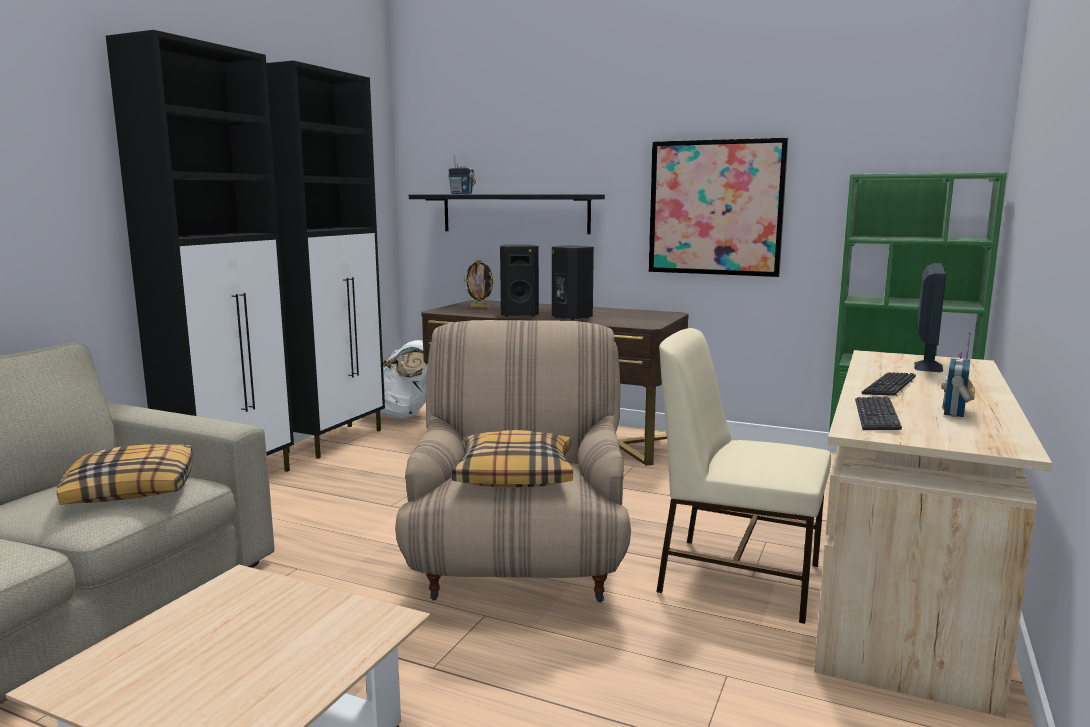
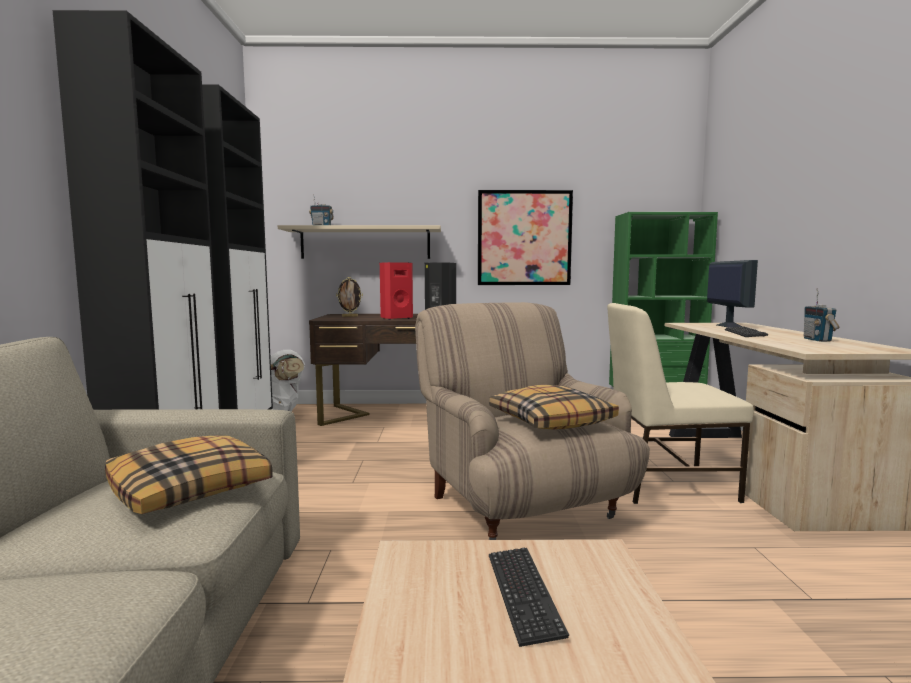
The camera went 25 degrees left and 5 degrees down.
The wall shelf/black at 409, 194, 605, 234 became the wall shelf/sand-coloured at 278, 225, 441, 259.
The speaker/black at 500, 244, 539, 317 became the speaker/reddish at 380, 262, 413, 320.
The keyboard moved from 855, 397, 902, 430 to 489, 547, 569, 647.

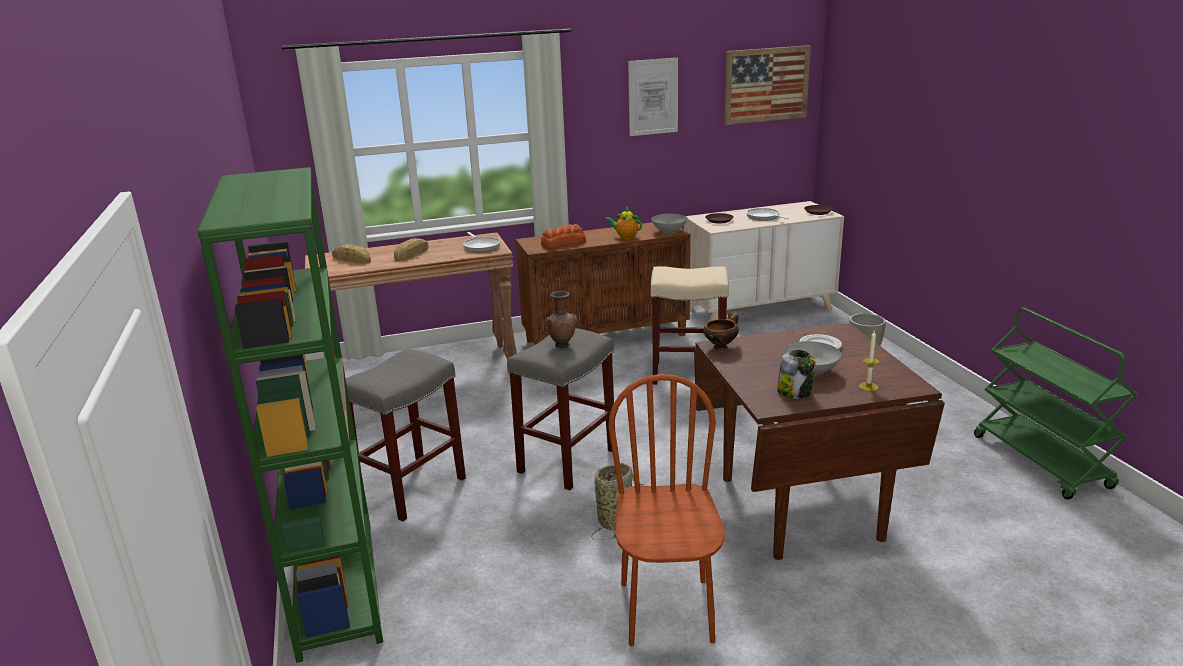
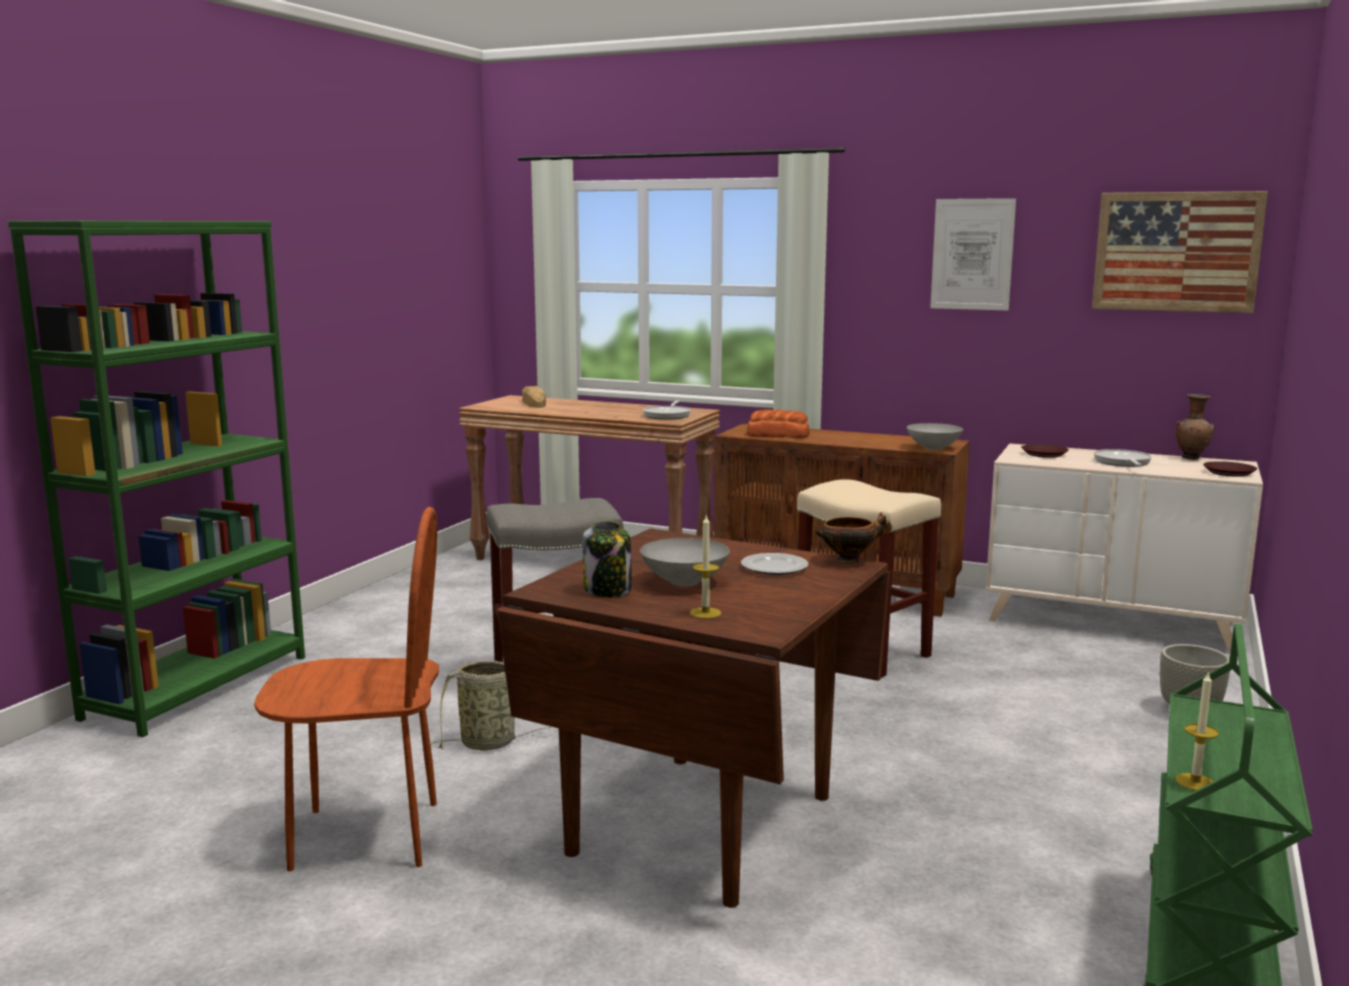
The camera went 40 degrees right and 10 degrees down.
The chair/brown at 608, 374, 725, 647 turned 45 degrees clockwise.
The serving bowl moved from 703, 313, 739, 351 to 816, 512, 893, 564.
The decorative vase/brown moved from 546, 291, 577, 348 to 1176, 394, 1214, 460.
The wax light at 1176, 671, 1219, 791 appeared.
The stool/gray at 346, 349, 466, 521 disappeared.
The bakery bread at 394, 238, 429, 261 disappeared.
The tea pot at 605, 207, 642, 239 disappeared.

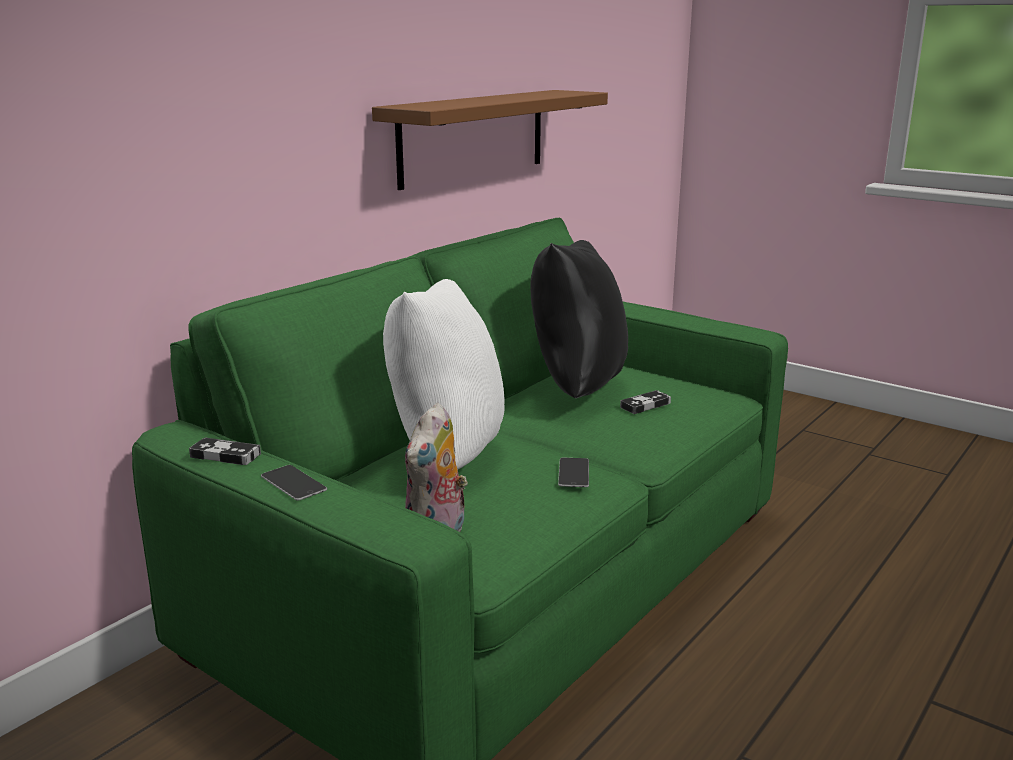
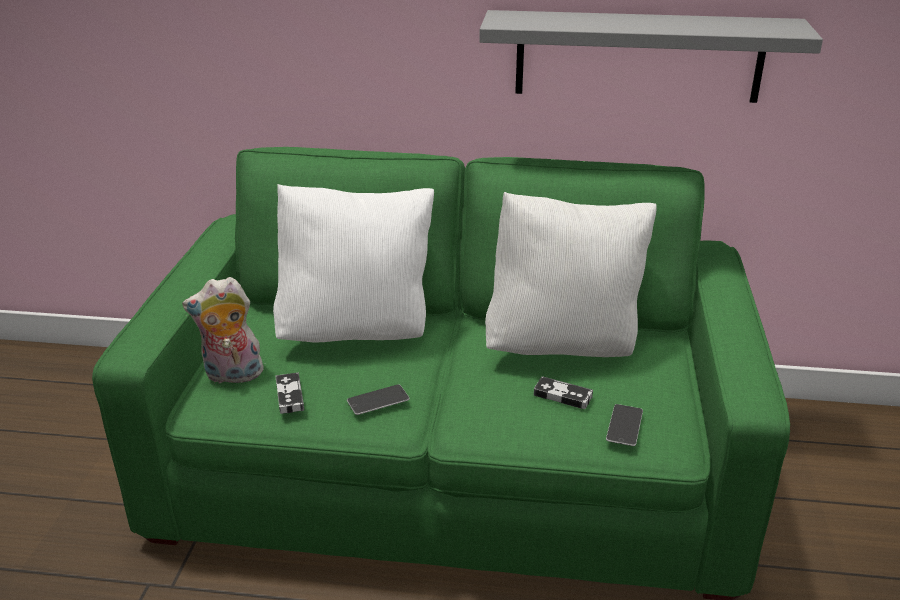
The camera went 60 degrees right and 10 degrees up.
The gamepad moved from 189, 438, 261, 465 to 276, 373, 304, 414.
The wall shelf/brown at 372, 90, 608, 190 became the wall shelf/gray at 479, 10, 823, 103.
The pillow/black at 530, 240, 628, 398 became the pillow/white at 485, 192, 657, 357.
The phone moved from 261, 465, 327, 501 to 606, 404, 643, 446.

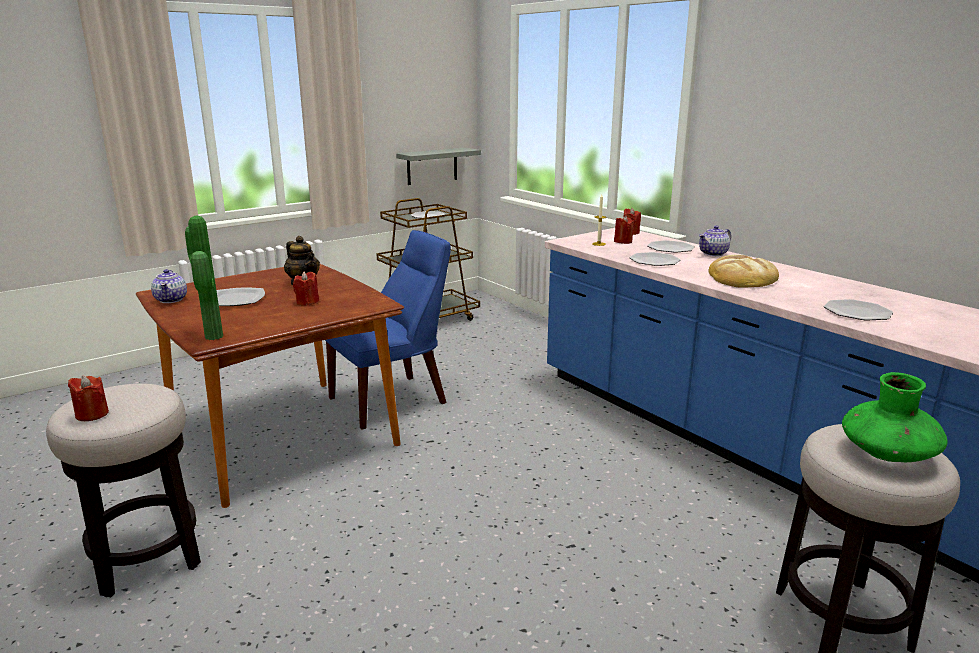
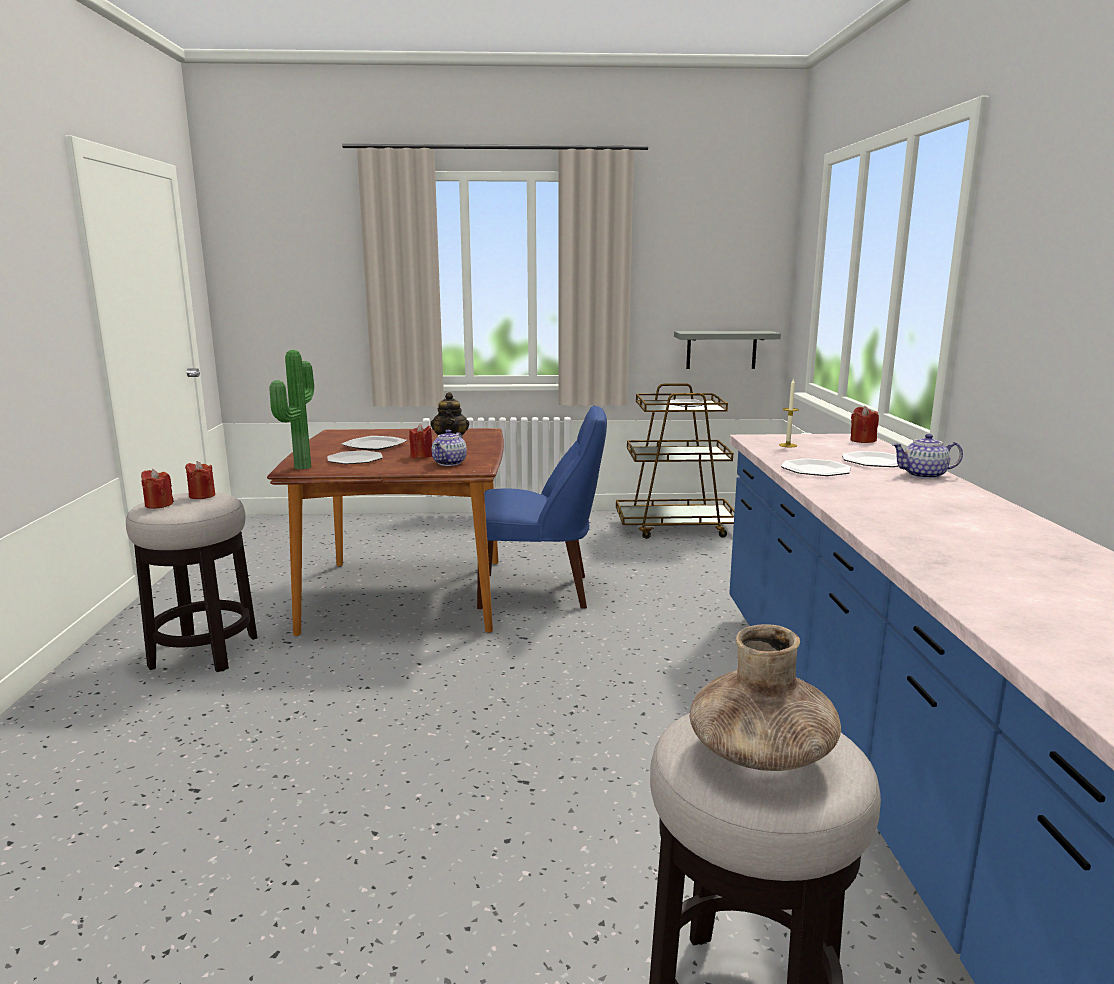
The camera went 35 degrees right and 5 degrees down.
The wax light/reddish moved from 614, 215, 635, 244 to 185, 461, 216, 499.
The plate moved from 824, 299, 893, 321 to 327, 450, 383, 464.
The tea pot moved from 151, 269, 187, 303 to 431, 429, 467, 466.
The decorative vase/green-coloured at 842, 372, 948, 462 became the decorative vase/brown at 690, 625, 841, 771.
The bakery bread at 708, 254, 779, 288 disappeared.

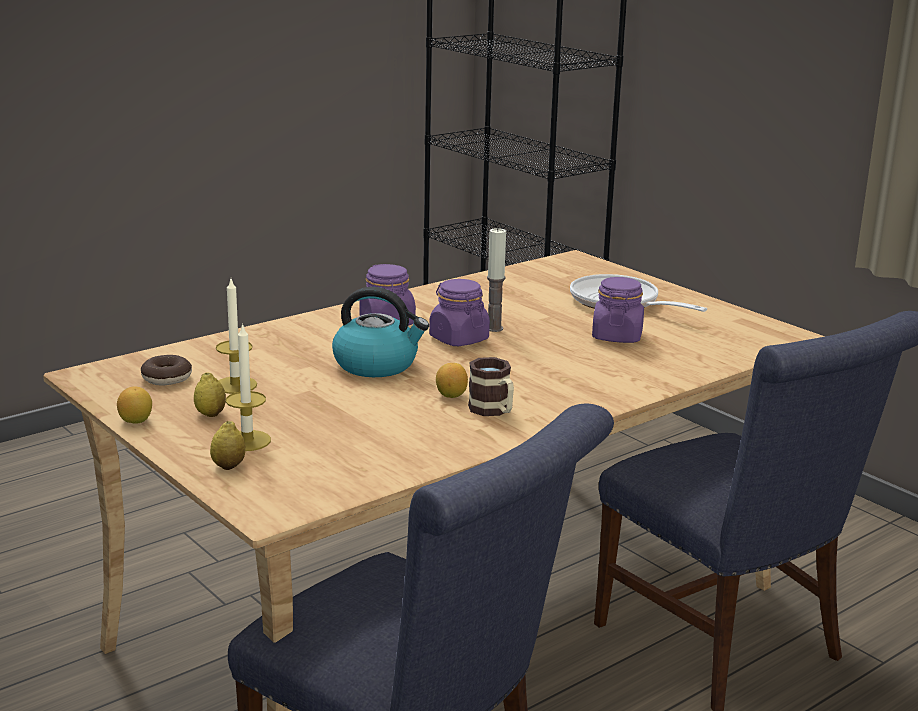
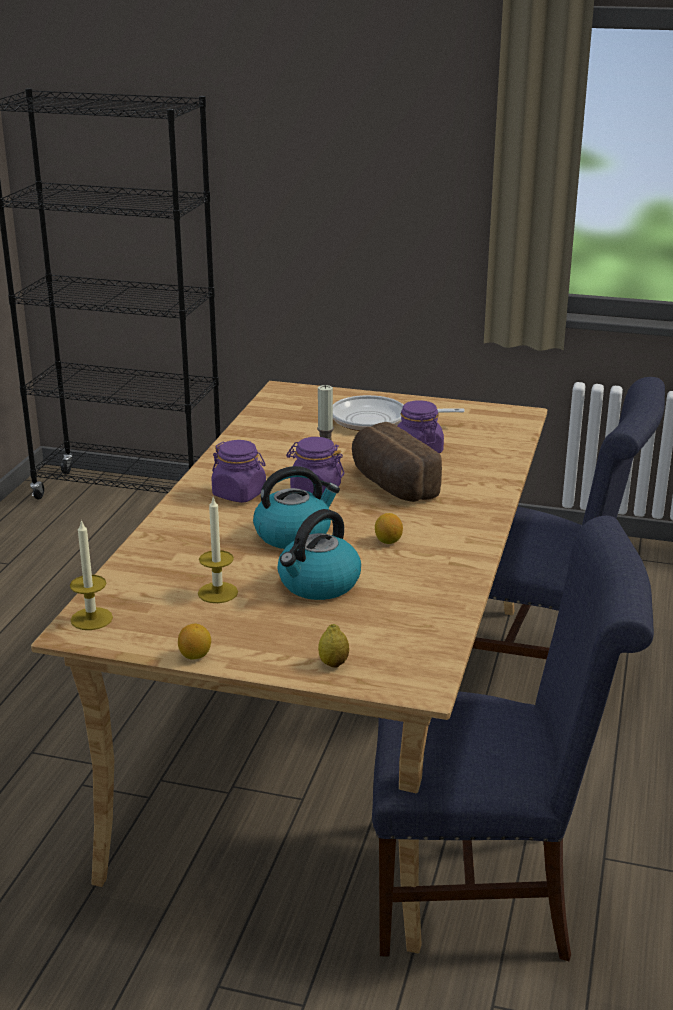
The camera went 35 degrees left and 5 degrees up.
The wax light moved from 226, 323, 271, 451 to 70, 519, 113, 630.
The water kettle at 278, 509, 361, 600 appeared.
The bakery bread at 352, 422, 442, 502 appeared.
The donut at 141, 355, 192, 385 disappeared.
The citrus fruit at 194, 373, 226, 417 disappeared.
The mug at 468, 357, 514, 416 disappeared.

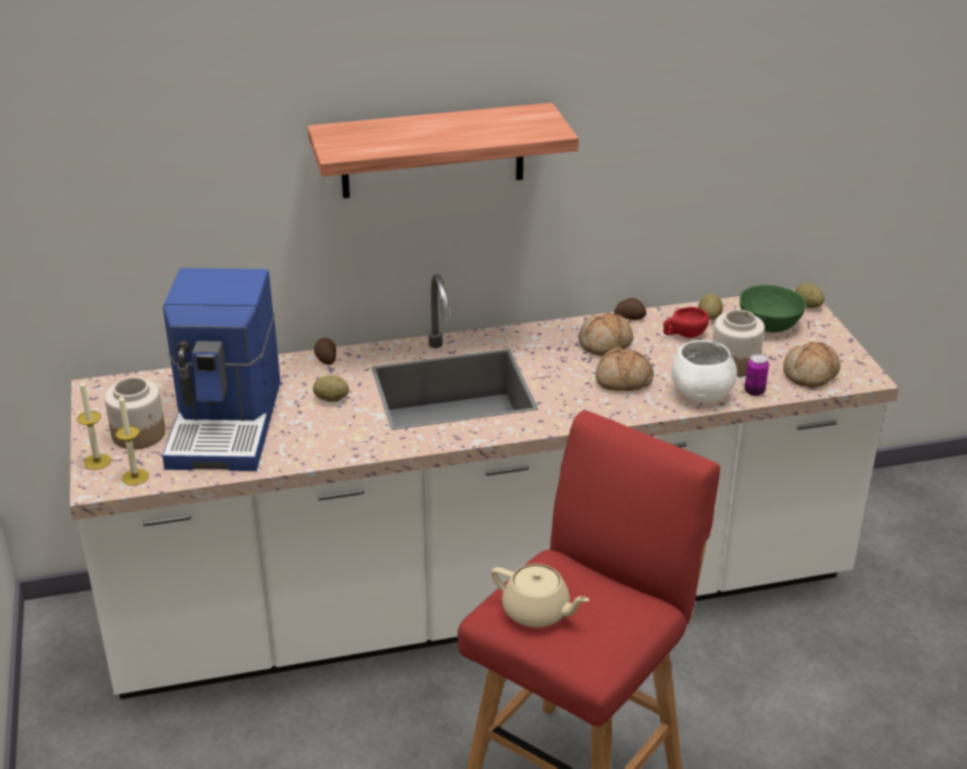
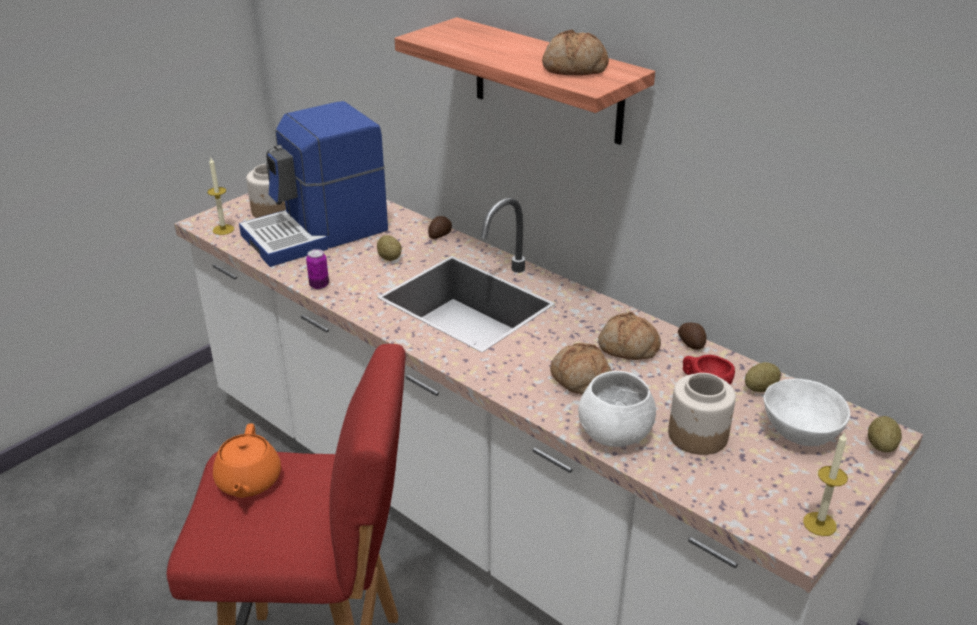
The camera went 55 degrees right and 0 degrees up.
The tea pot/sand-coloured at 491, 564, 589, 628 became the tea pot/orange at 213, 423, 281, 498.
The can moved from 744, 354, 769, 396 to 306, 249, 329, 289.
The bakery bread moved from 783, 342, 840, 388 to 542, 30, 609, 76.
The serving bowl/green-coloured at 740, 285, 806, 332 became the serving bowl/white at 764, 378, 850, 446.
The wax light moved from 77, 379, 111, 470 to 803, 432, 848, 536.

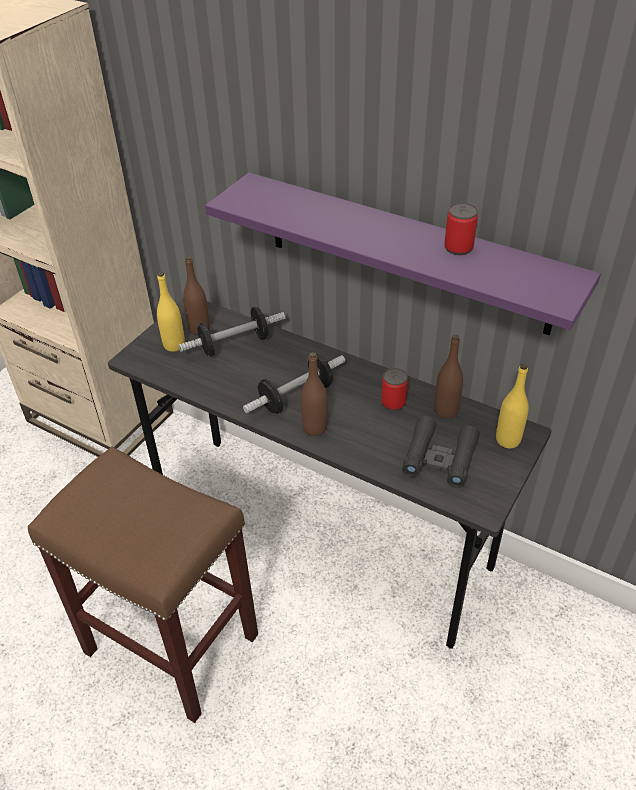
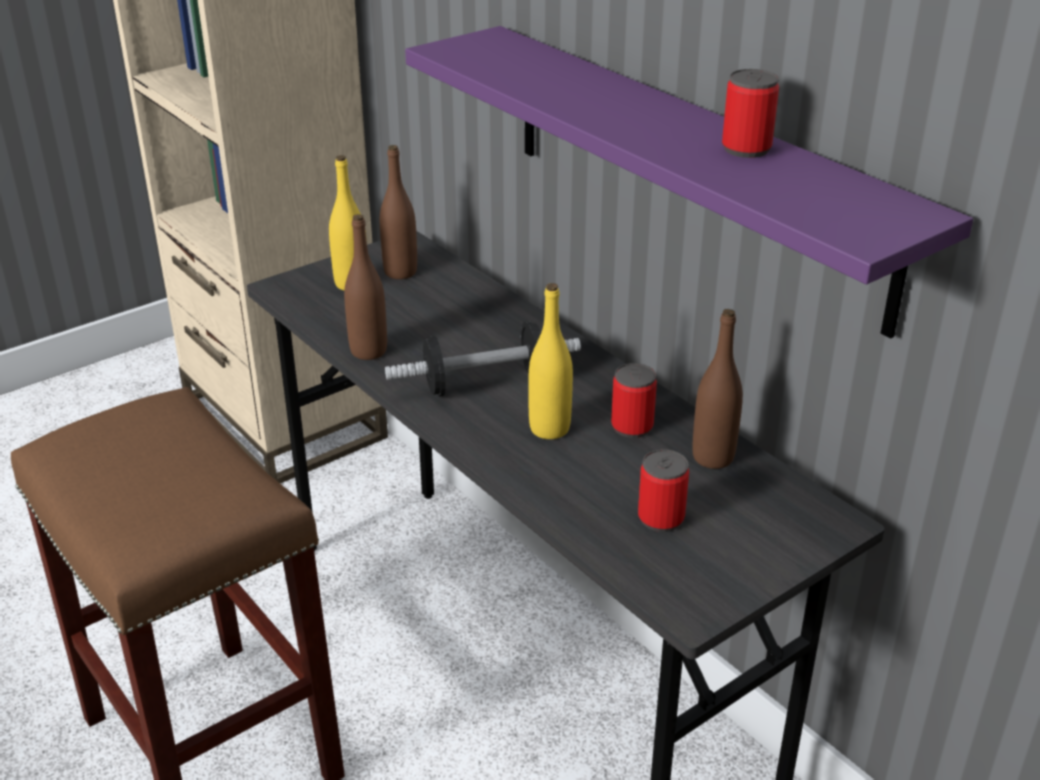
The camera went 20 degrees right and 10 degrees down.
The bottle/brown moved from 301, 352, 328, 436 to 344, 214, 387, 360.
The bottle/yellow moved from 496, 364, 529, 448 to 528, 283, 573, 439.
The binoculars/black at 402, 416, 480, 488 was replaced by the can at 638, 449, 689, 532.
The dumbbell at 178, 307, 286, 356 disappeared.

